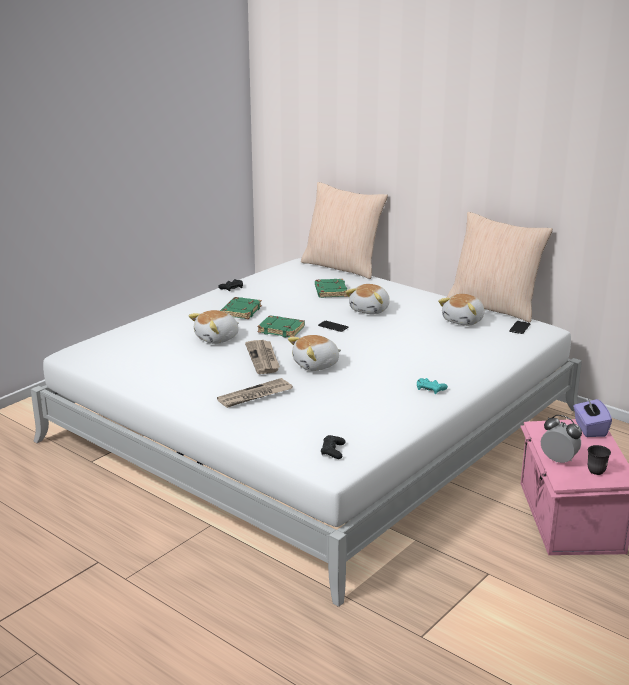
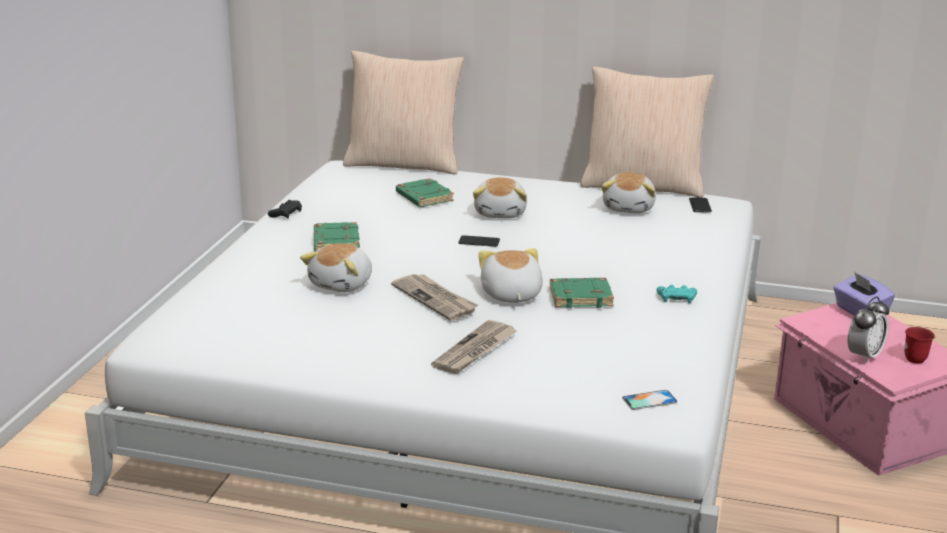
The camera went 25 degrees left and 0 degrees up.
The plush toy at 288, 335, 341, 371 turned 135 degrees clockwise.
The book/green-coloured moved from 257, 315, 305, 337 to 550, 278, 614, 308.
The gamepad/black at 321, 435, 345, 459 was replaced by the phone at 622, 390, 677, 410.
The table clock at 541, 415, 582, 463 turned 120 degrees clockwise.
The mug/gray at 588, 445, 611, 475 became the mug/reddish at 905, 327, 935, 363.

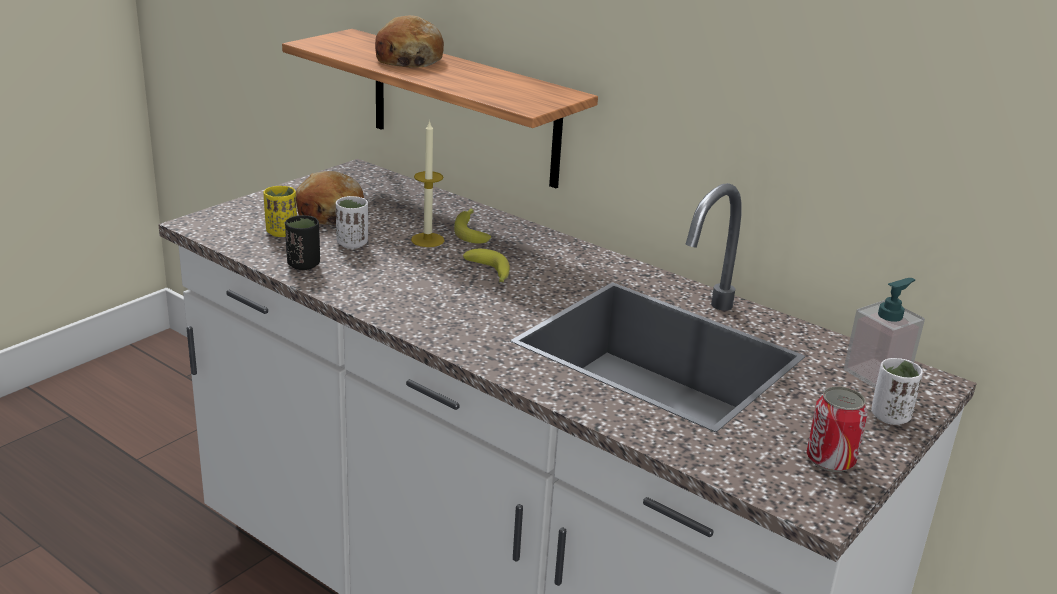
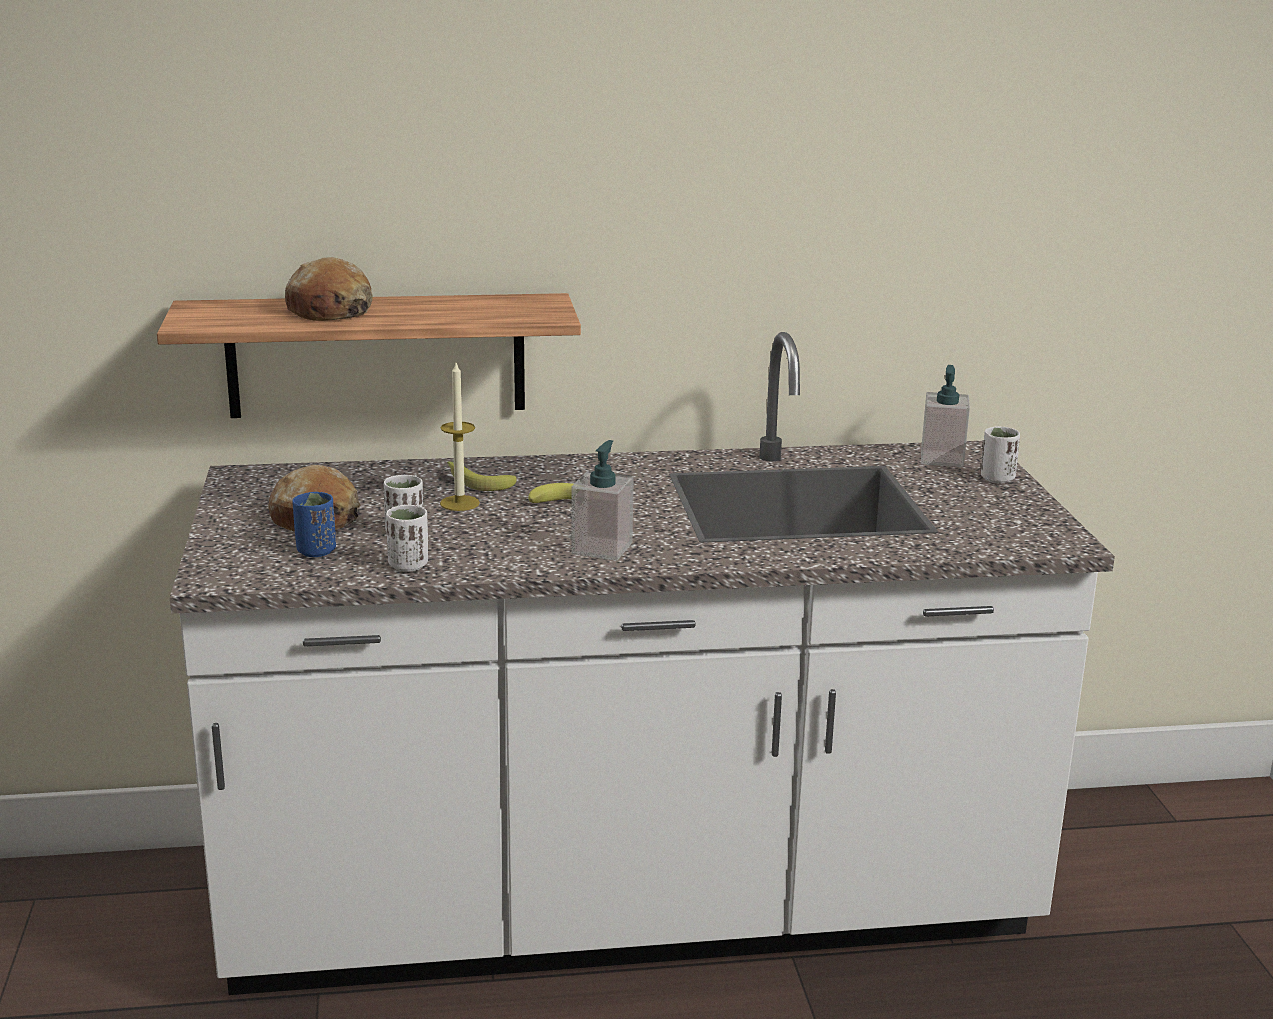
The camera went 45 degrees left and 5 degrees down.
The small cup/yellow at 263, 186, 297, 237 became the small cup/blue-coloured at 292, 492, 336, 557.
The small cup/black at 285, 215, 320, 270 became the small cup/white at 386, 505, 428, 572.
The liquid soap bottle at 571, 440, 634, 561 appeared.
The can at 806, 386, 868, 472 disappeared.

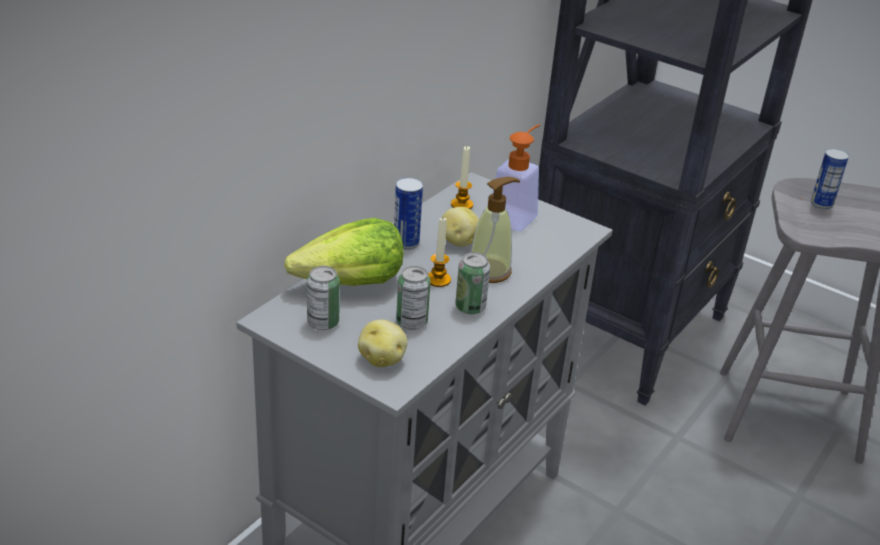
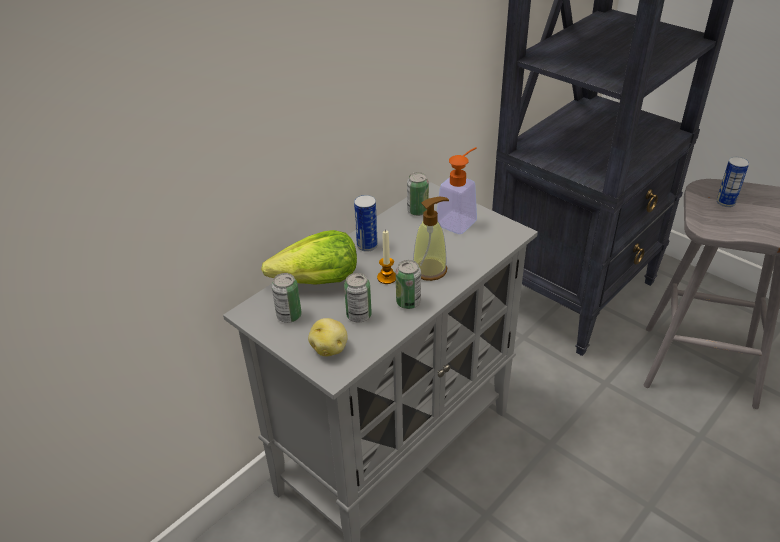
The camera went 10 degrees right and 5 degrees up.
The wax light at 451, 146, 473, 209 was replaced by the can at 407, 172, 429, 216.
The potato at 441, 207, 479, 247 disappeared.

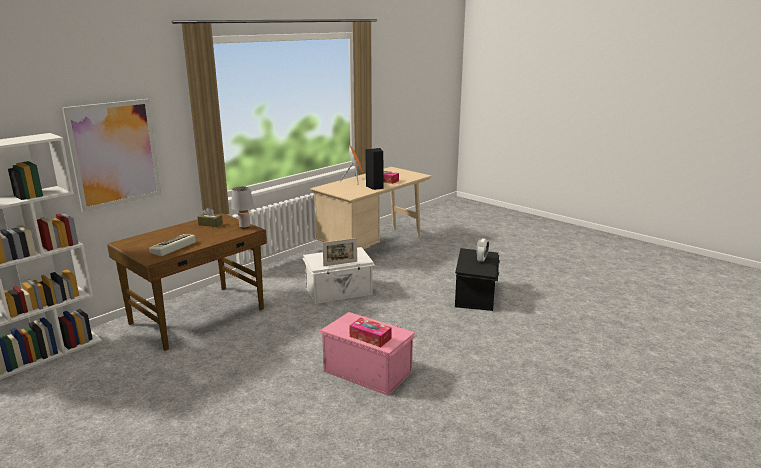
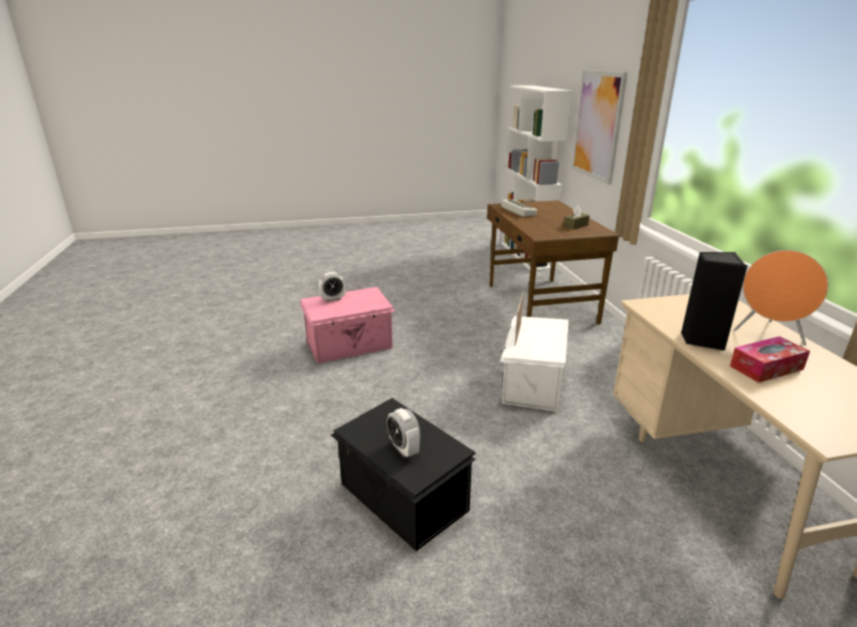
The camera went 125 degrees right and 5 degrees up.
The tissue box at 349, 318, 392, 347 was replaced by the table clock at 318, 272, 345, 302.
The table lamp/gray at 231, 187, 254, 229 disappeared.

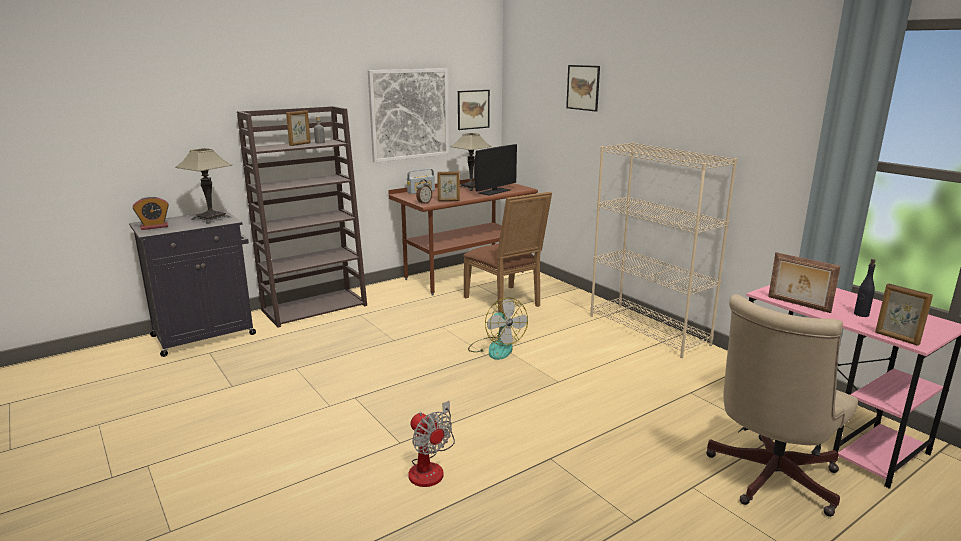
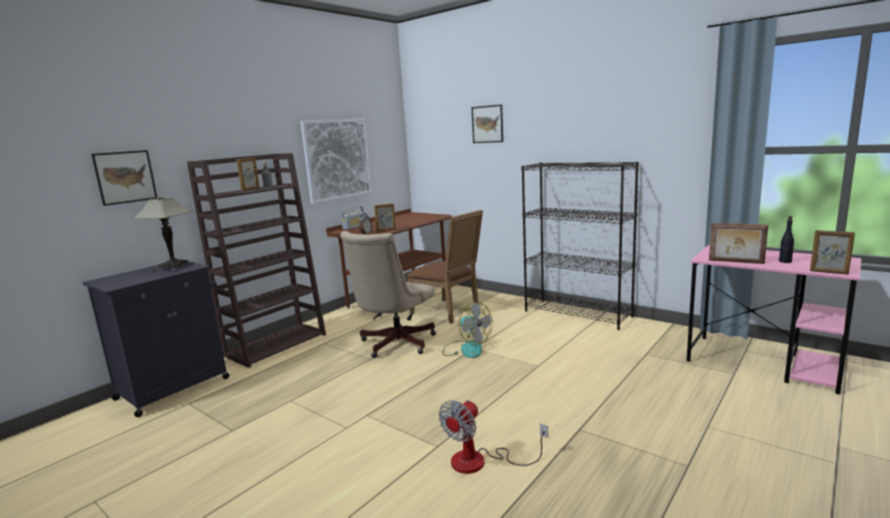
The camera went 15 degrees left and 5 degrees down.
The wall art moved from 458, 90, 490, 130 to 91, 150, 157, 206.
The computer chair/sand-coloured moved from 706, 294, 858, 517 to 340, 231, 436, 358.
The cooling fan at 408, 401, 455, 487 turned 90 degrees clockwise.
The bookshelf/sand-coloured at 590, 142, 737, 358 became the bookshelf/black at 521, 162, 639, 330.
The table clock at 132, 196, 169, 230 disappeared.
The table lamp at 451, 133, 492, 191 disappeared.
The monitor at 474, 144, 517, 196 disappeared.

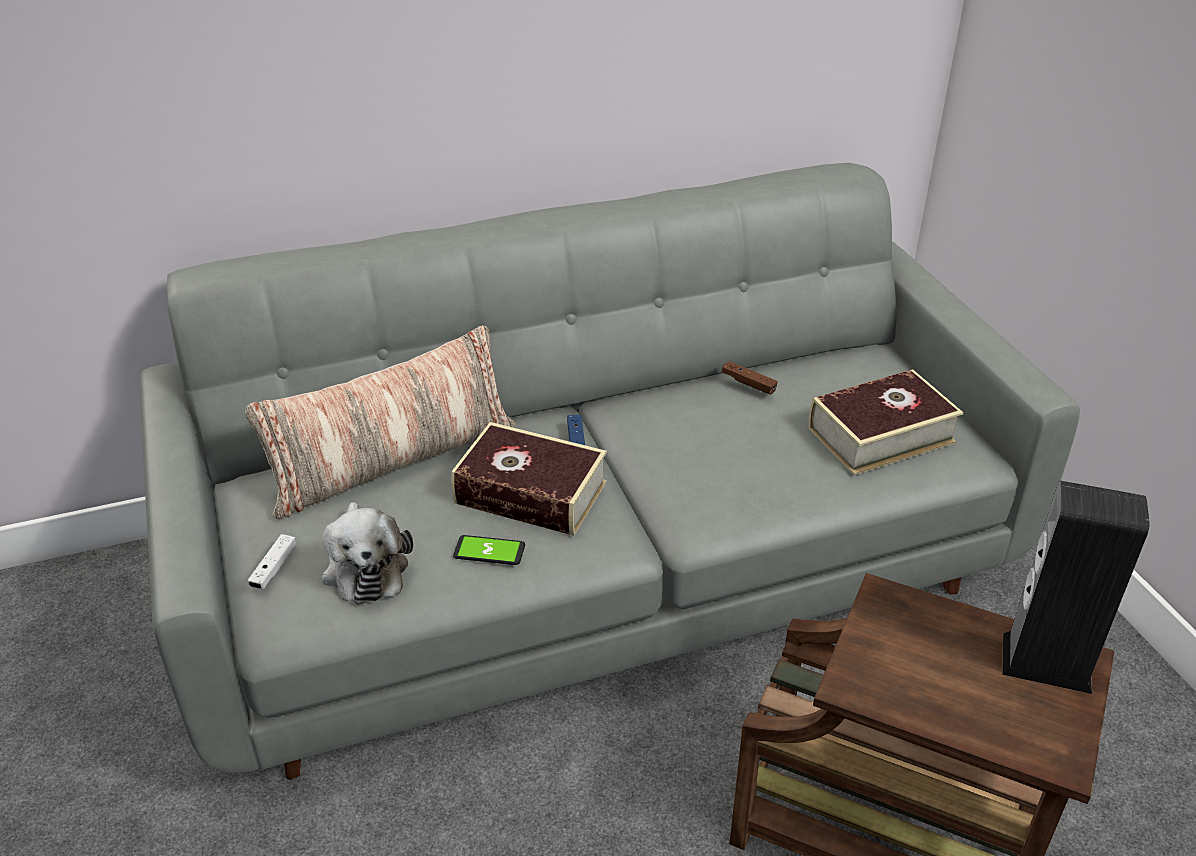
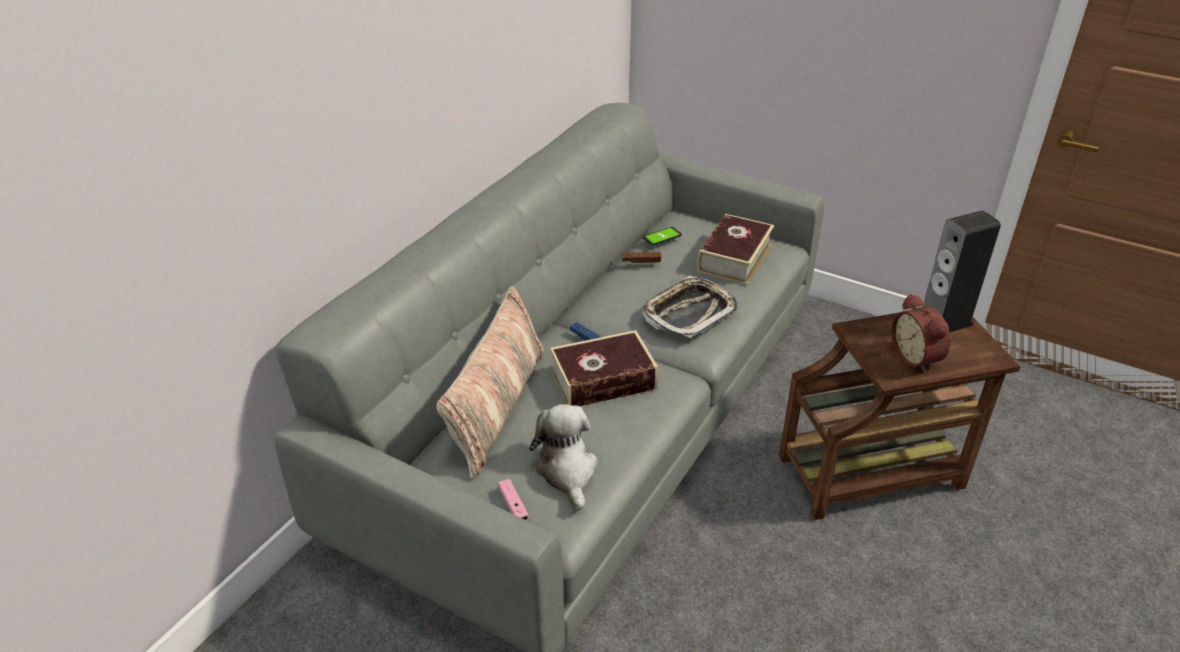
The camera went 40 degrees left and 0 degrees up.
The gamepad/white at 248, 534, 296, 589 became the gamepad/pinkish at 498, 479, 529, 520.
The plush toy at 322, 502, 413, 605 turned 135 degrees counterclockwise.
The phone moved from 453, 535, 525, 565 to 643, 227, 682, 246.
The carrying tray at 643, 276, 738, 338 appeared.
The table clock at 891, 293, 950, 373 appeared.

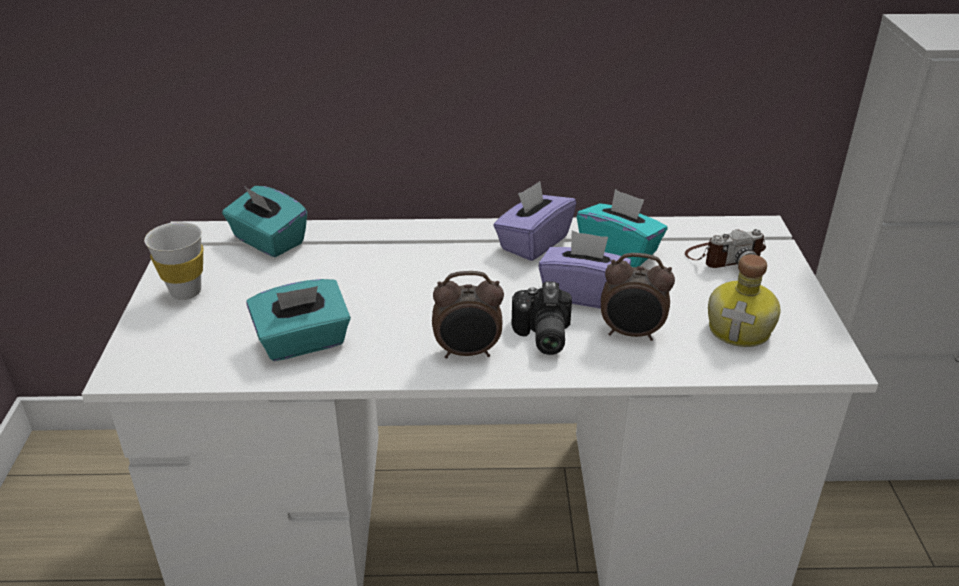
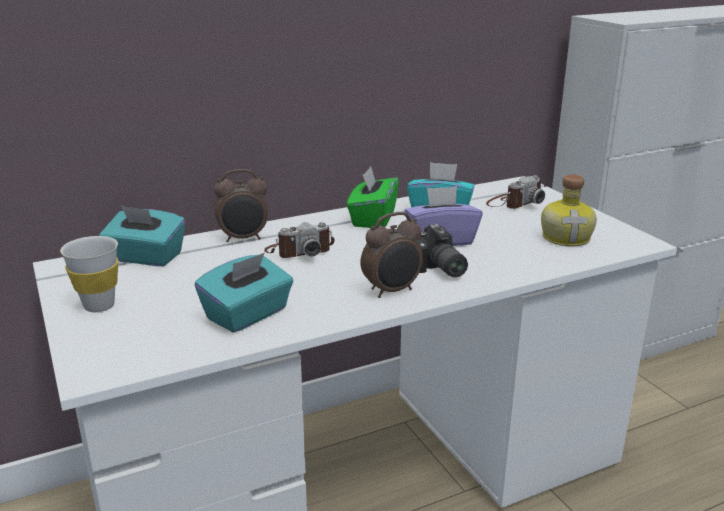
The camera went 25 degrees left and 10 degrees down.
The table clock moved from 601, 253, 675, 341 to 214, 169, 268, 242.
The photo camera at 264, 222, 335, 258 appeared.
The tissue box/purplish at 493, 181, 576, 261 became the tissue box/green-coloured at 347, 166, 399, 228.

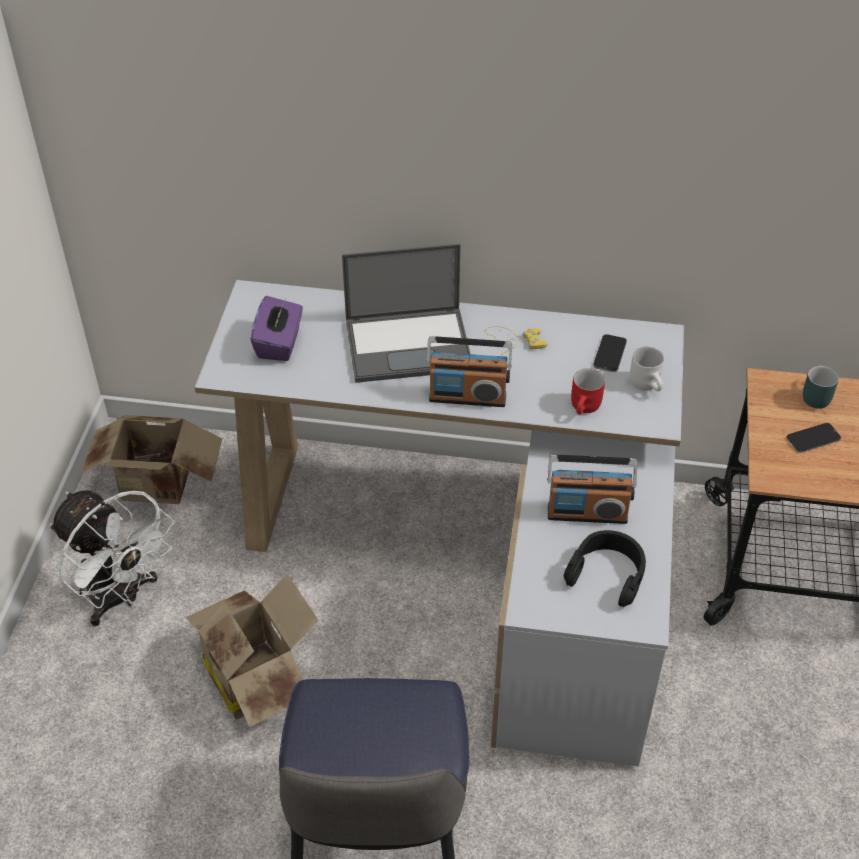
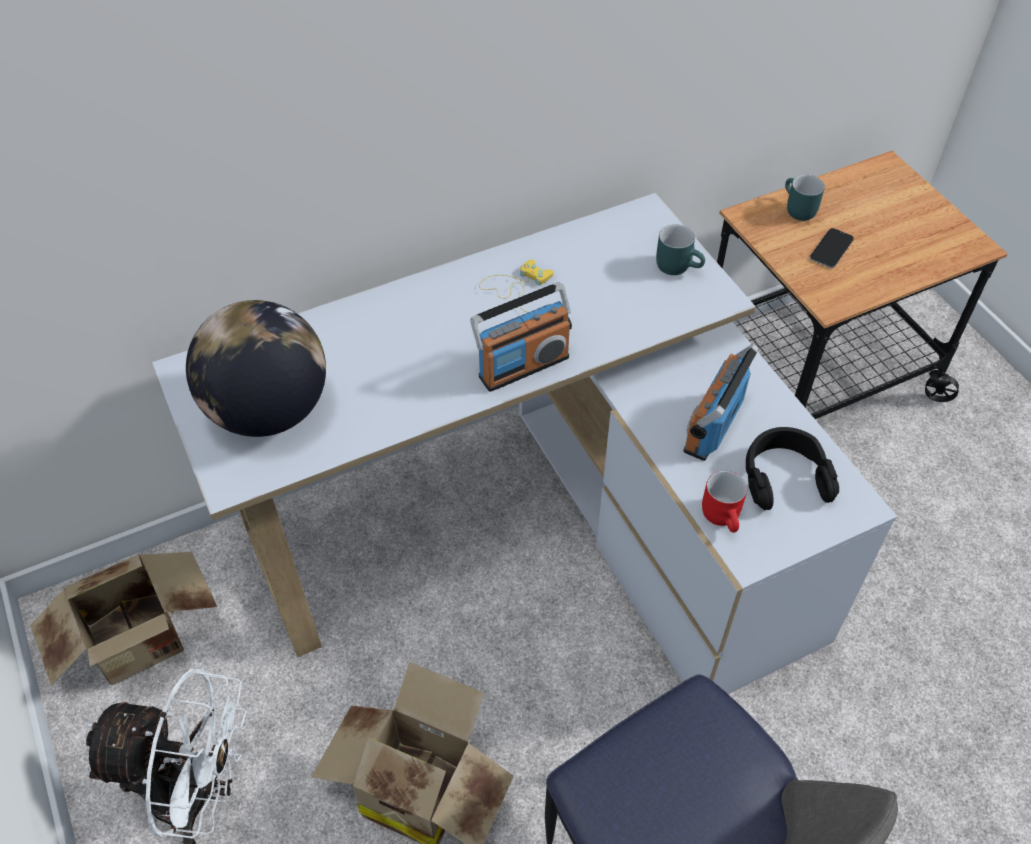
The camera went 35 degrees left and 5 degrees up.
The tissue box/purplish at 251, 296, 303, 361 was replaced by the globe at 186, 300, 326, 437.
The mug/white at 630, 347, 664, 391 became the mug/blue-green at 656, 224, 705, 275.
The radio set at 547, 455, 638, 524 turned 150 degrees clockwise.
The mug/reddish moved from 571, 368, 605, 414 to 702, 471, 747, 533.
The laptop at 342, 244, 470, 383 disappeared.
The phone at 593, 334, 627, 372 disappeared.

